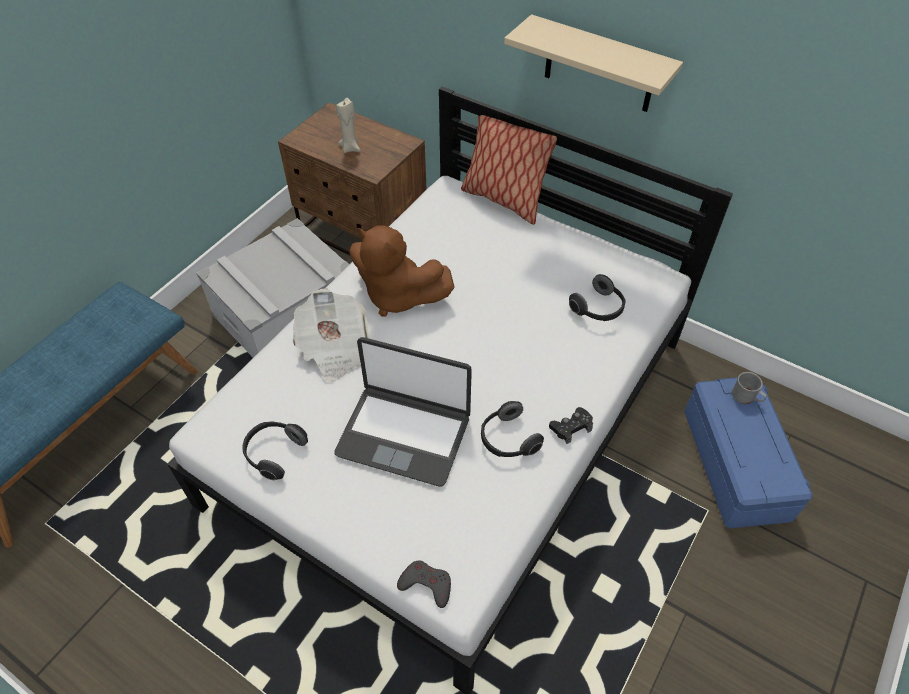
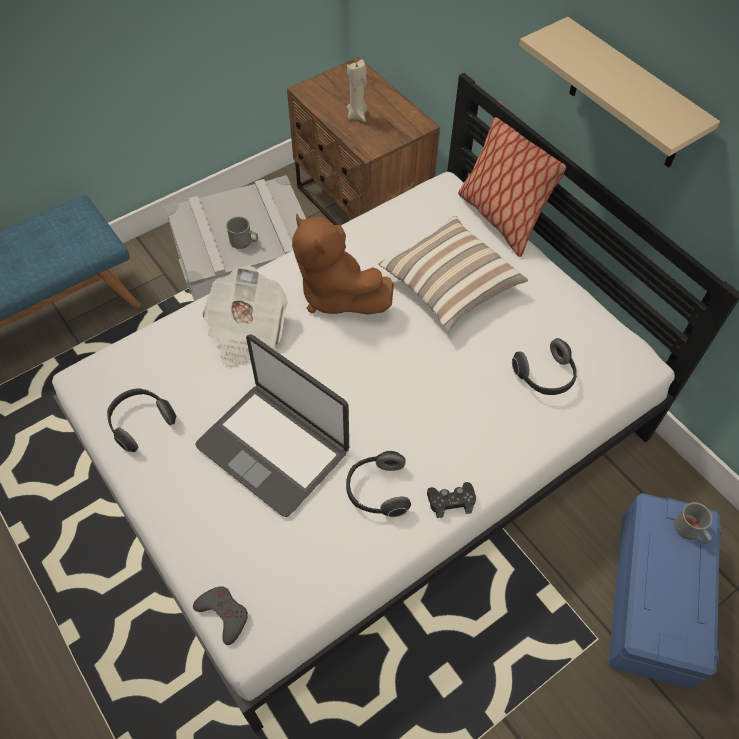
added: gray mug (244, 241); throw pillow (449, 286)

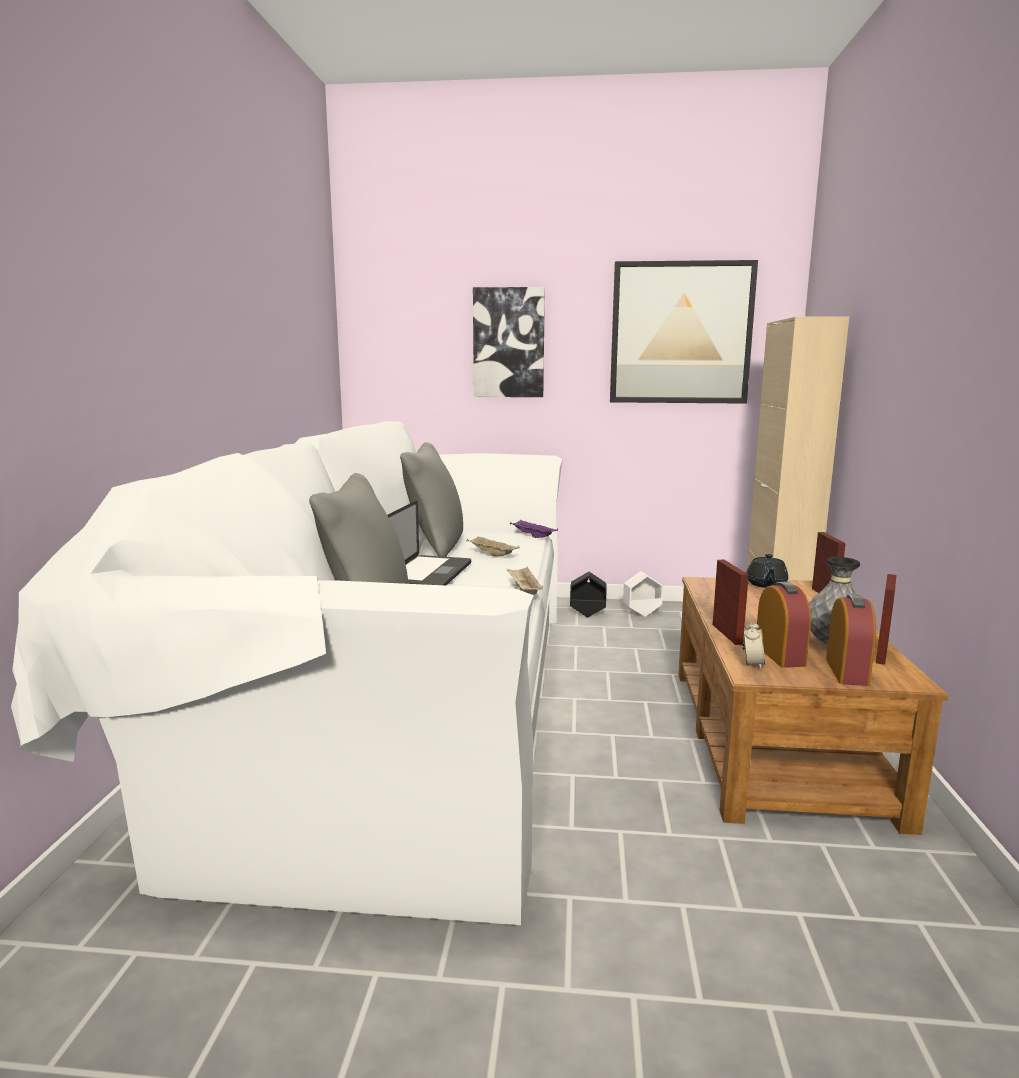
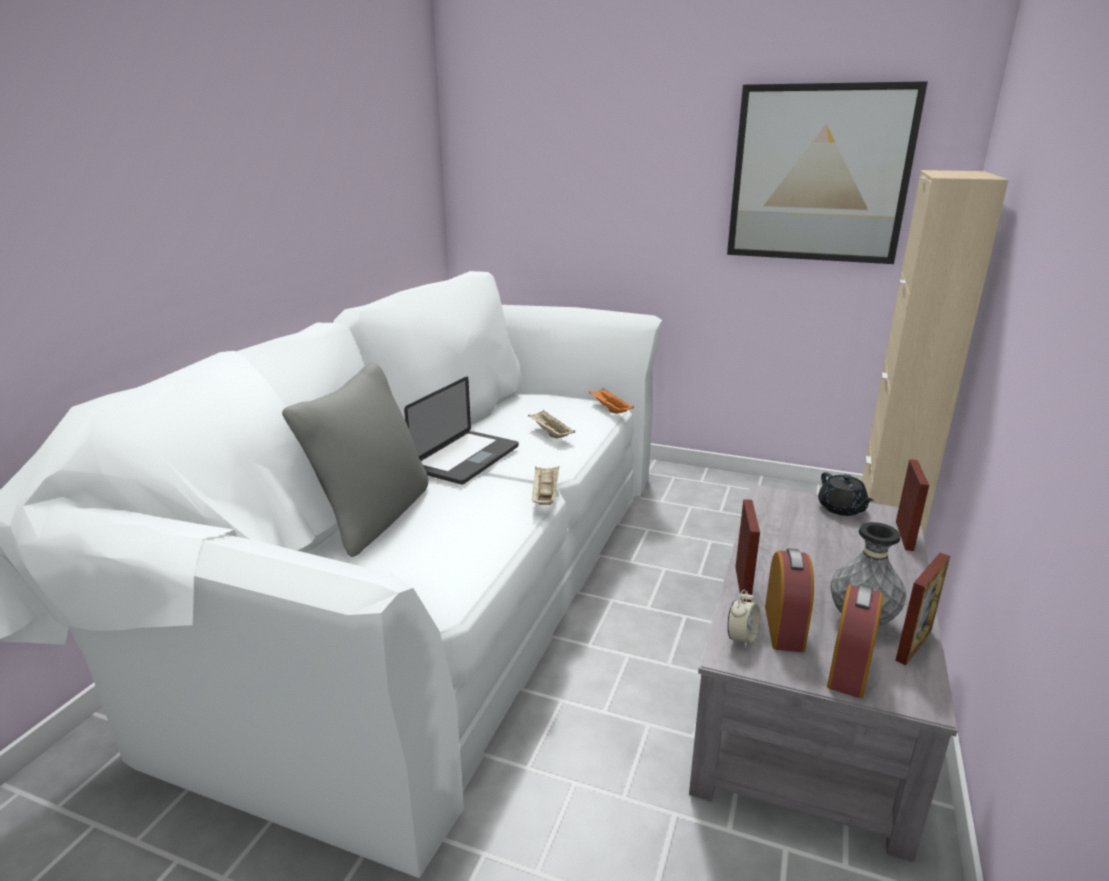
removed: gray throw pillow (435, 546); picture (508, 343); black plant pot (587, 614); white plant pot (641, 614)
recoloured: purplish tray (532, 536) to orangey tray (609, 409); brown-coloured low table (776, 738) to gray low table (808, 691)
turned: black tea pot (766, 585) = (842, 508) 45 degrees counterclockwise

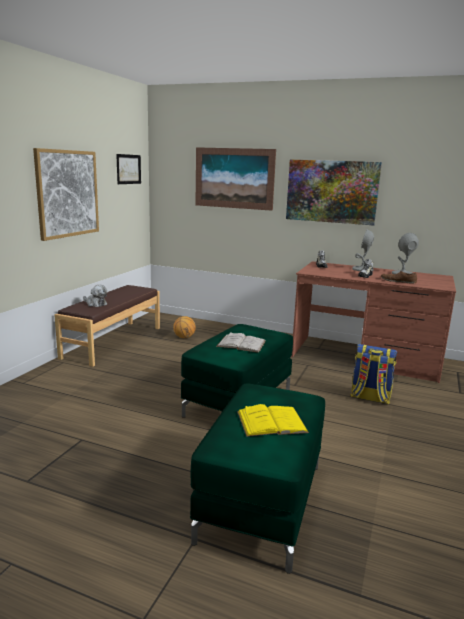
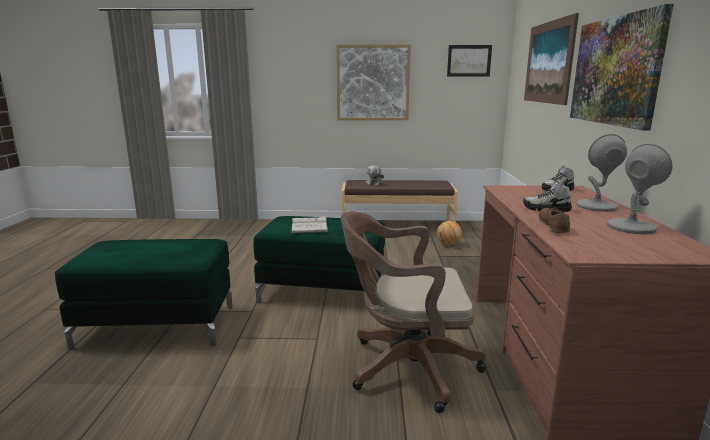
removed: yellow-coloured book (271, 422)
replaced: knapsack (369, 398) to brown-coloured office chair (405, 367)

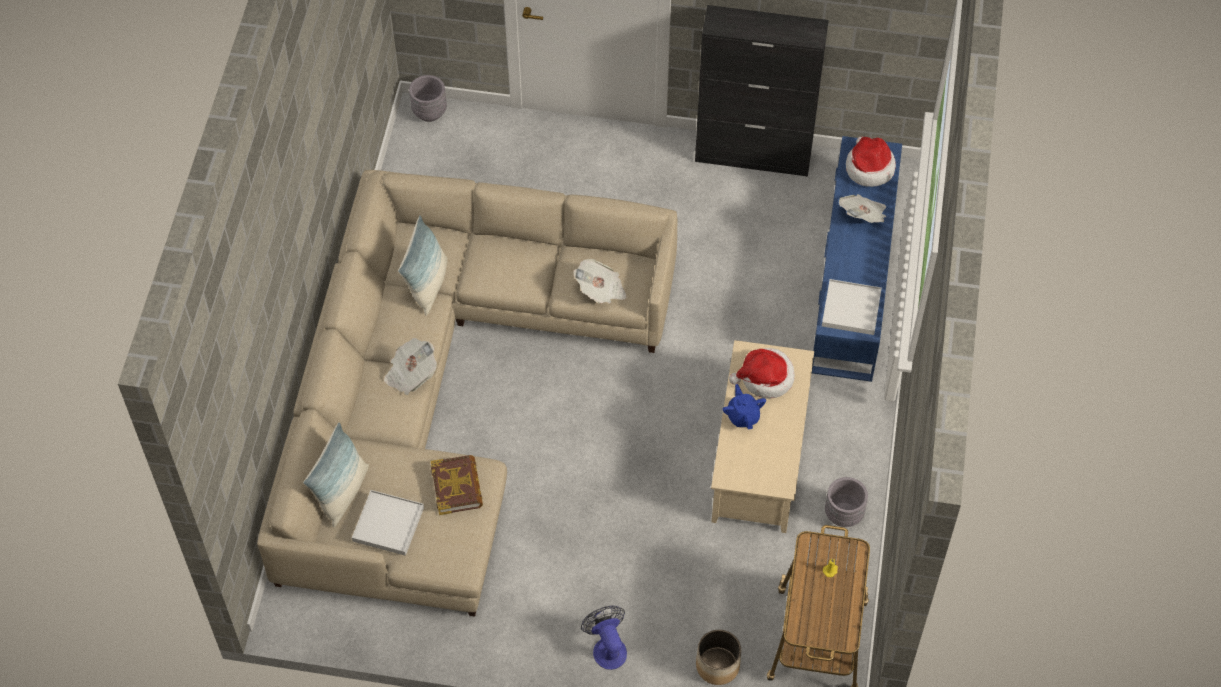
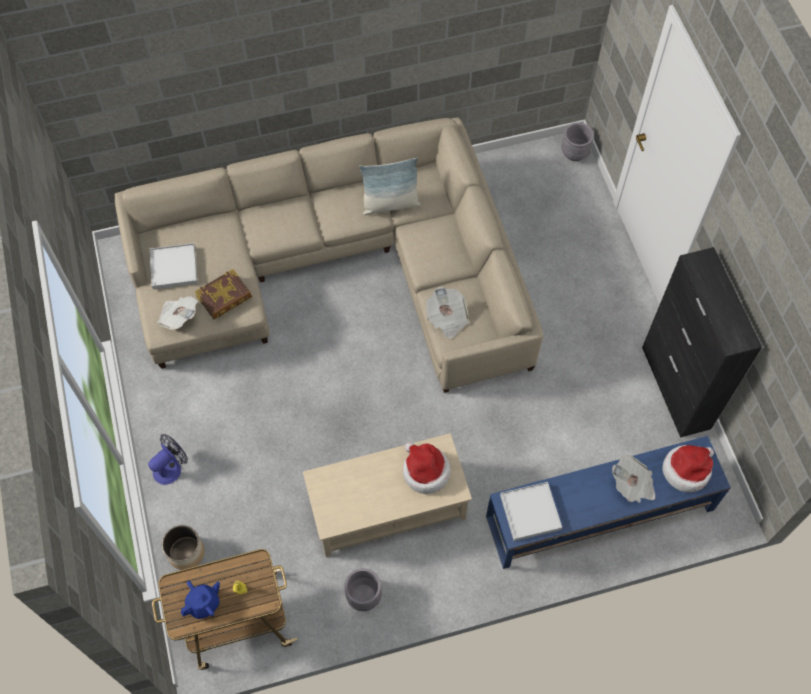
removed: throw pillow (342, 493)
moved: daily paper (411, 374) to (179, 317); blue-coloured tea pot (743, 416) to (204, 603)

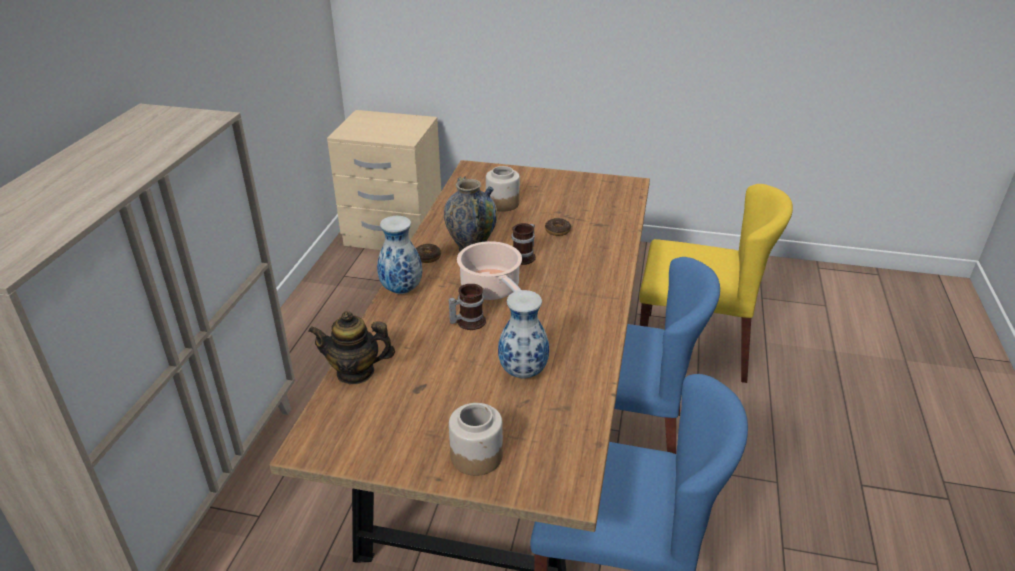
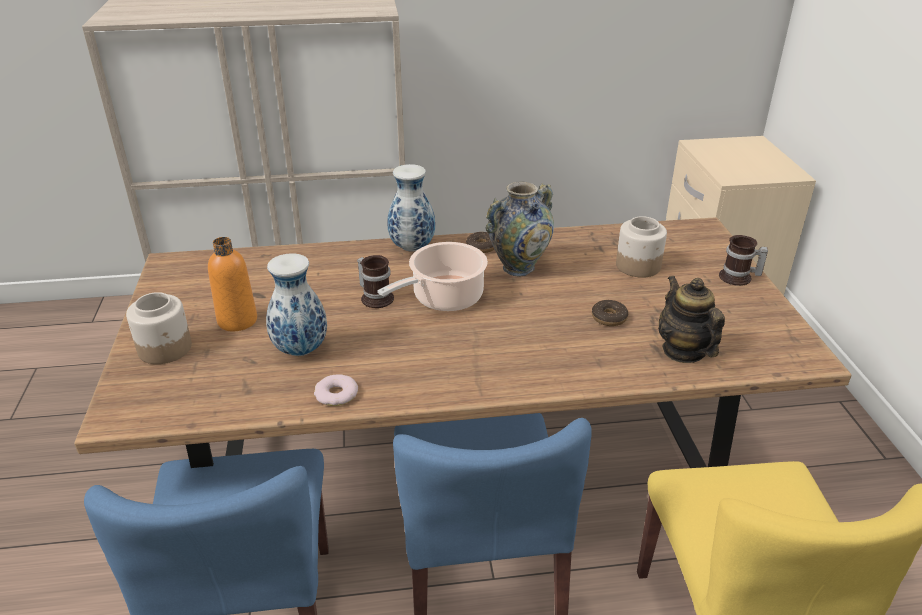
added: orangey drink bottle (237, 320); ring doughnut (336, 394)
moved: tea pot (355, 372) to (683, 351); mug (525, 256) to (738, 278)

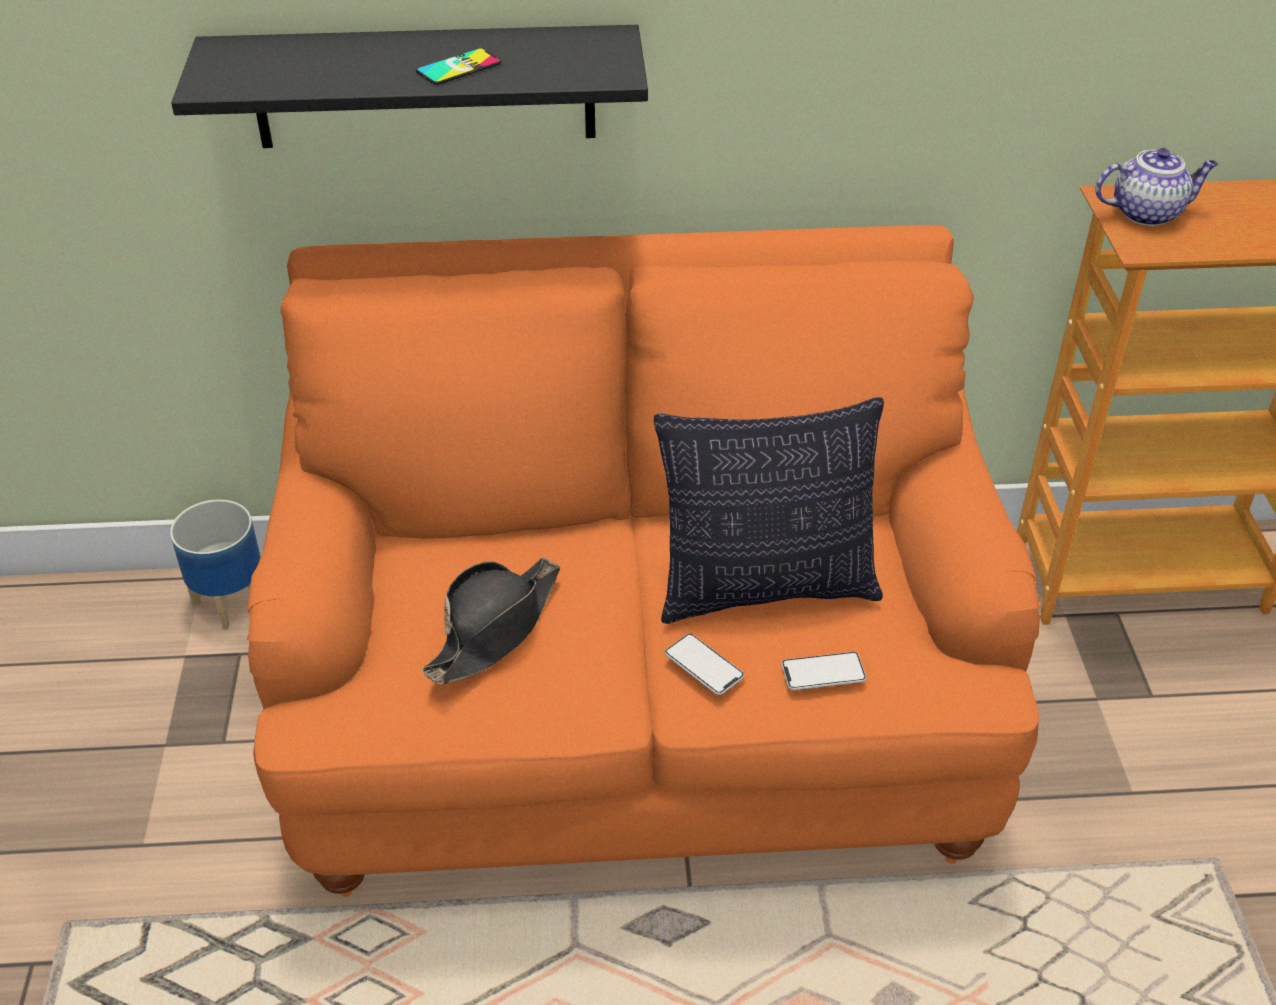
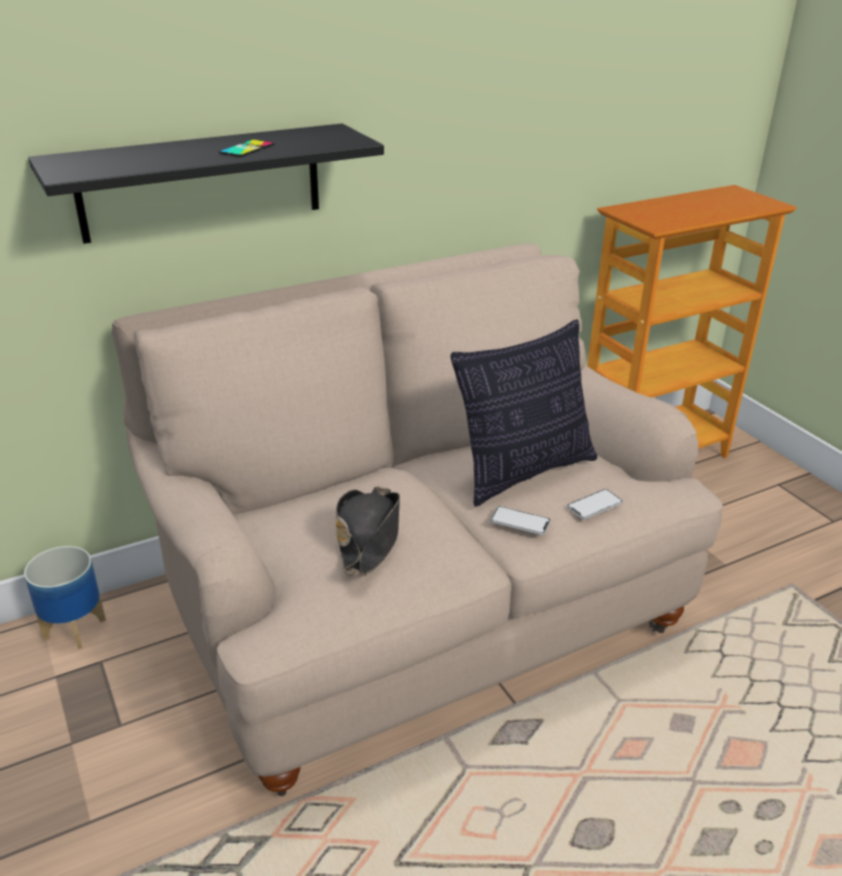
removed: tea pot (1147, 213)
recoloured: orangey sofa (638, 717) to sand-coloured sofa (417, 613)

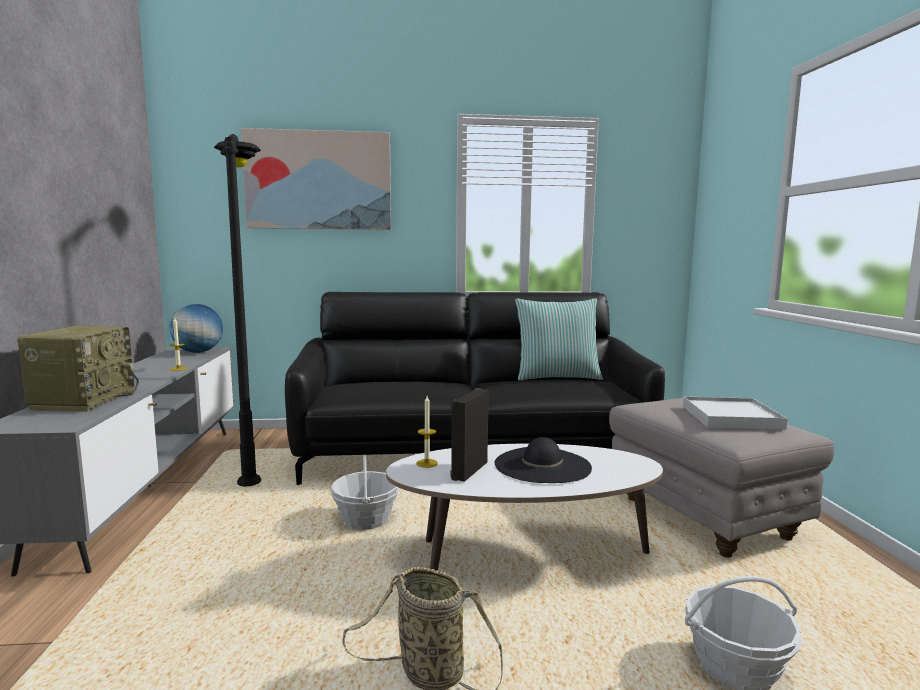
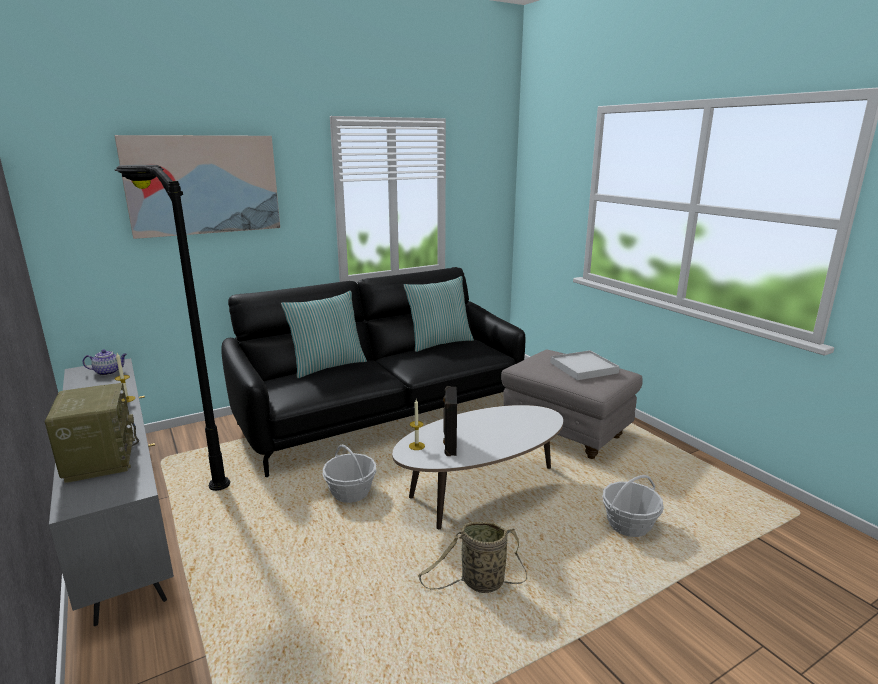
removed: black hat (542, 465)
added: throw pillow (327, 366)
replaced: world globe (198, 352) to tea pot (108, 372)

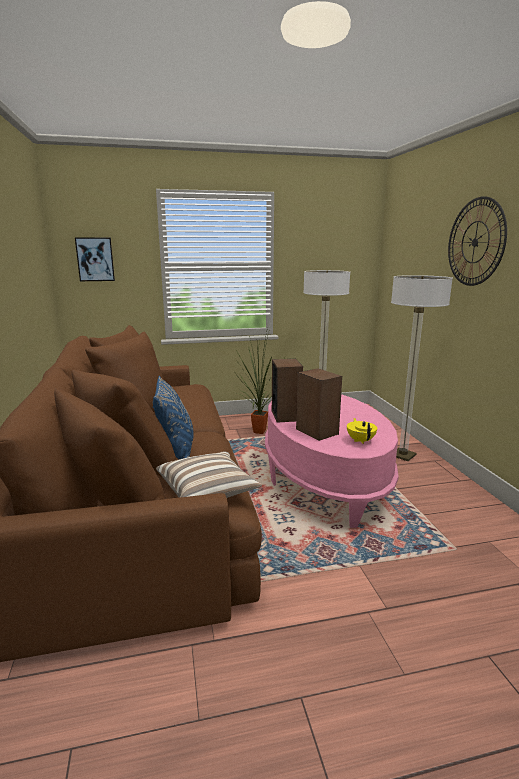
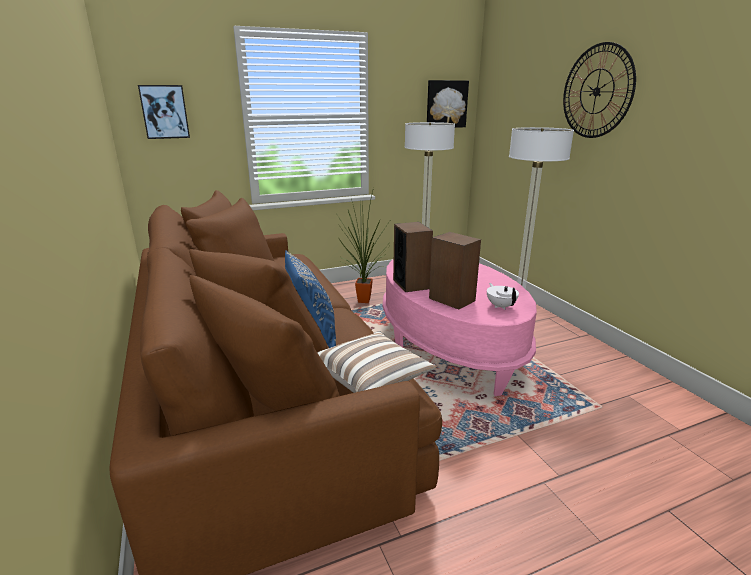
added: picture (446, 104)
recoloured: yellow-coloured tea pot (361, 440) to white tea pot (501, 306)

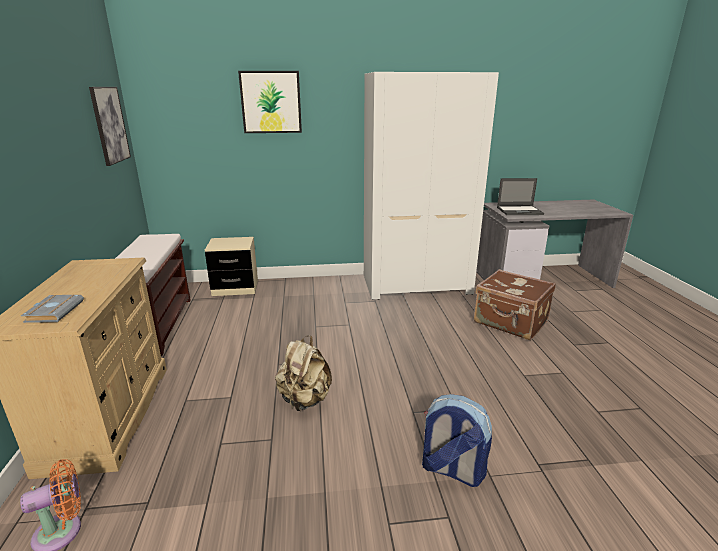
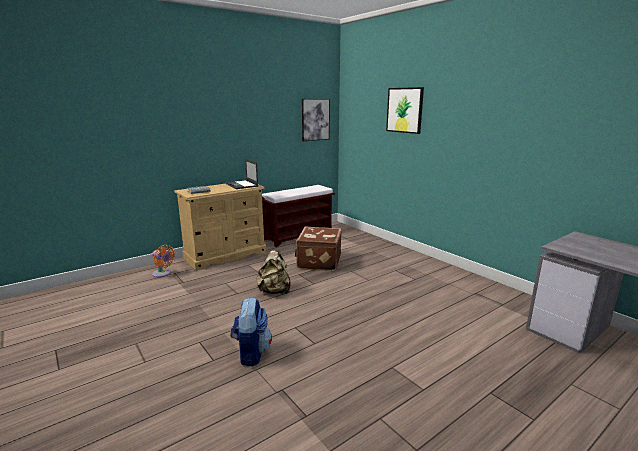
removed: sand-coloured bedside table (235, 288); white clothes cupboard (416, 284)
moved: brown-coloured suitcase (510, 322) to (318, 262); laptop (520, 211) to (242, 185)

